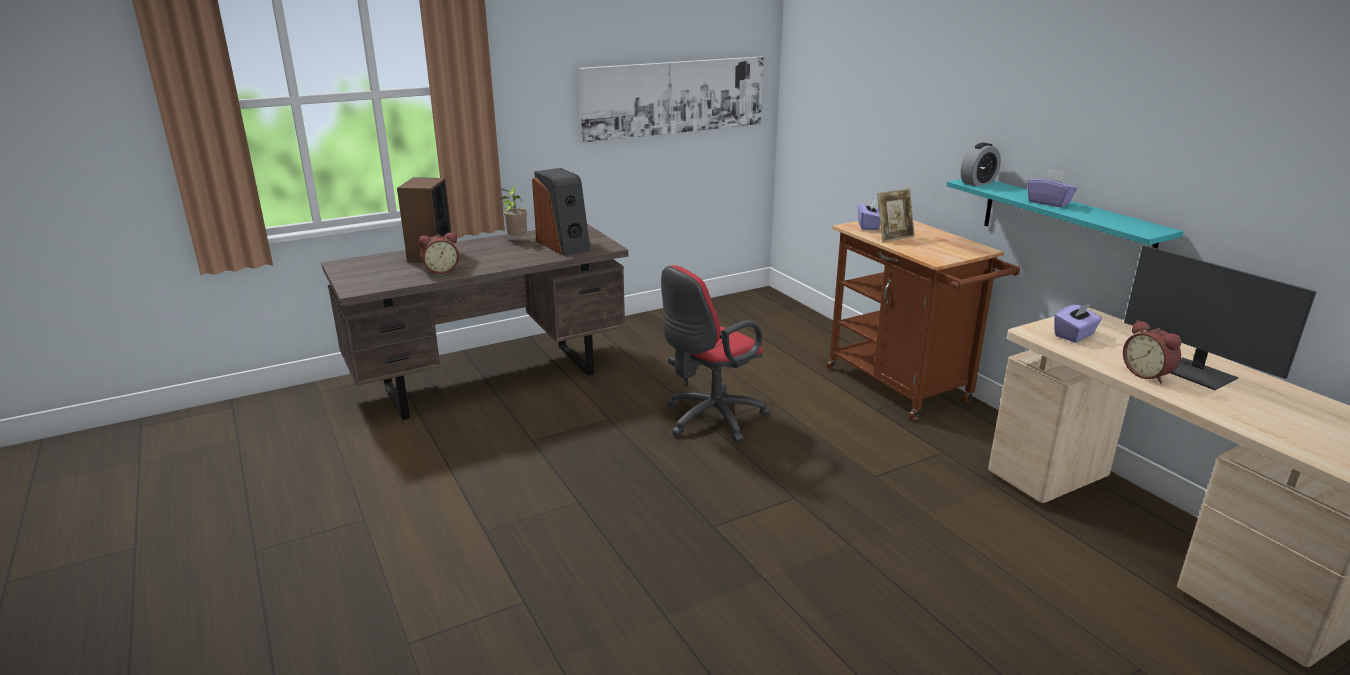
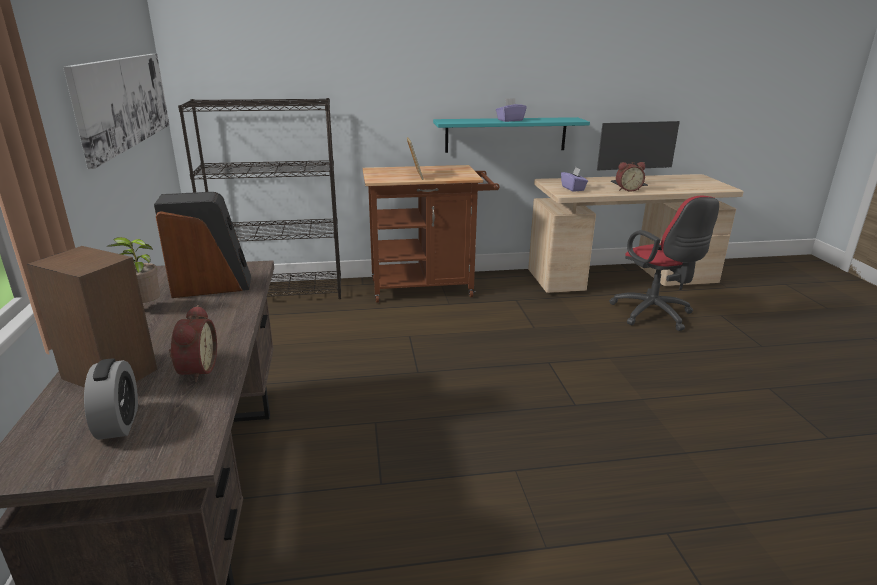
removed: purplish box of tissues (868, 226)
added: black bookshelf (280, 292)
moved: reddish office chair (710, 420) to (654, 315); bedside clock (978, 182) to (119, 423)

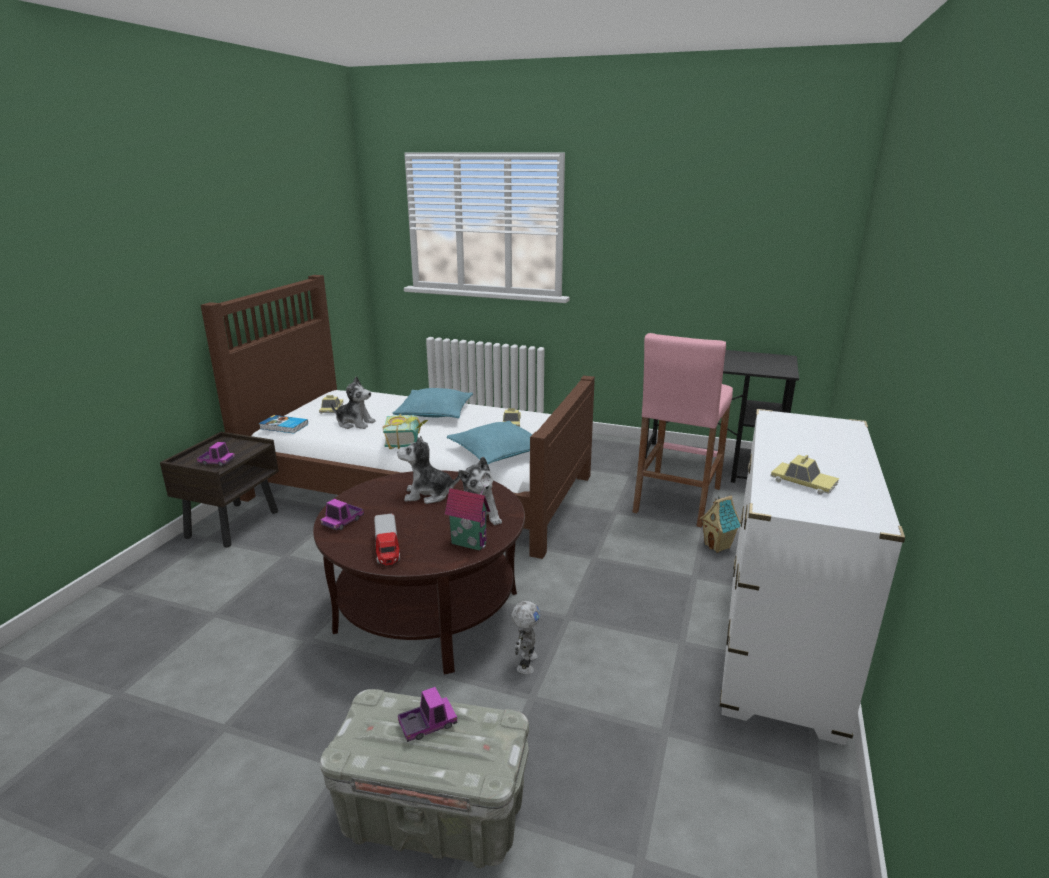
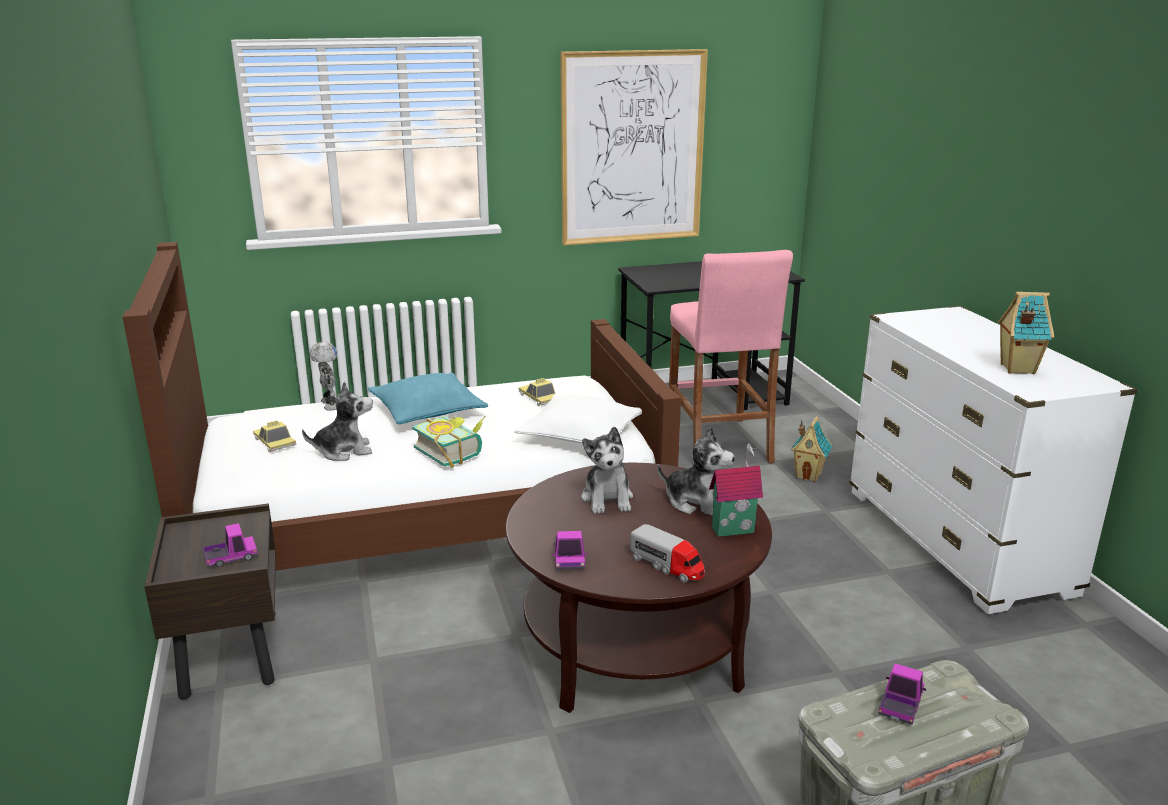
removed: book (284, 427)
added: picture (632, 148)
moved: robot figure (525, 662) to (329, 405)
replaced: model car (803, 483) to miniature house (1016, 369)
recoloured: blue-green throw pillow (498, 452) to white throw pillow (581, 434)
turned: cuddly toy (428, 494) = (607, 499) 60 degrees counterclockwise

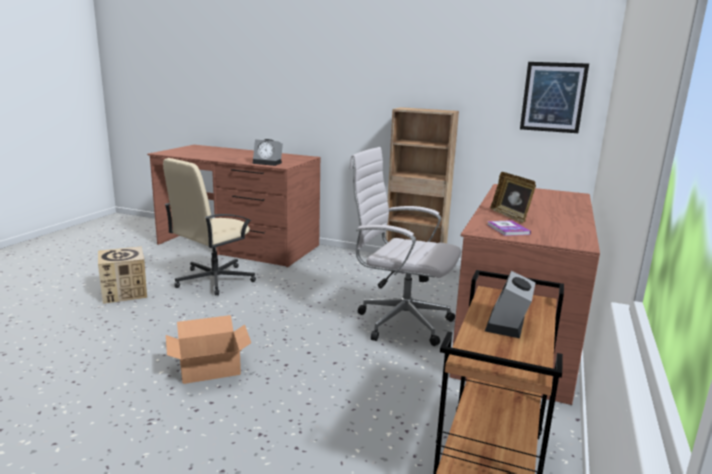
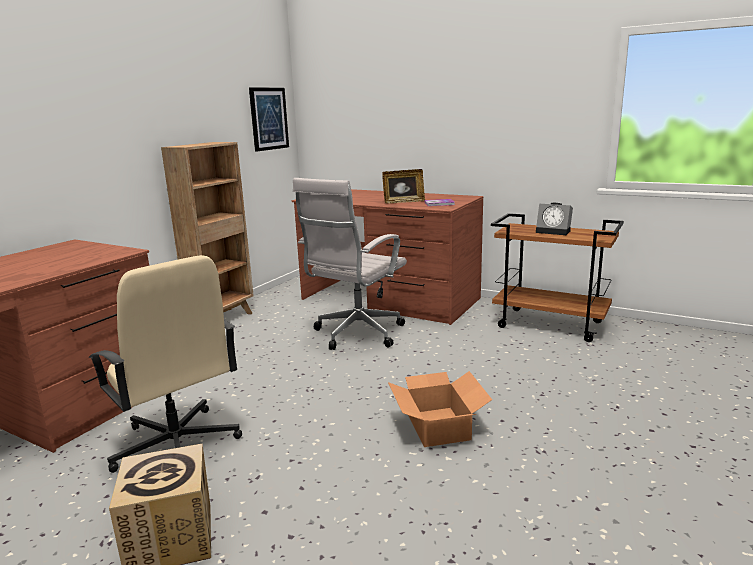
removed: bedside clock (268, 163)

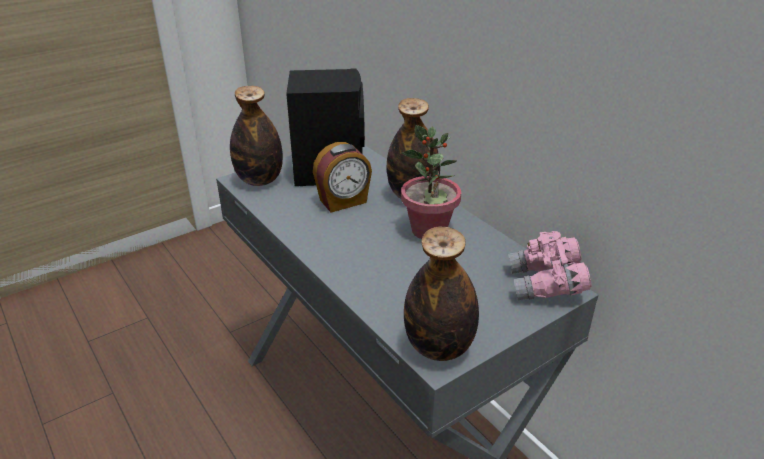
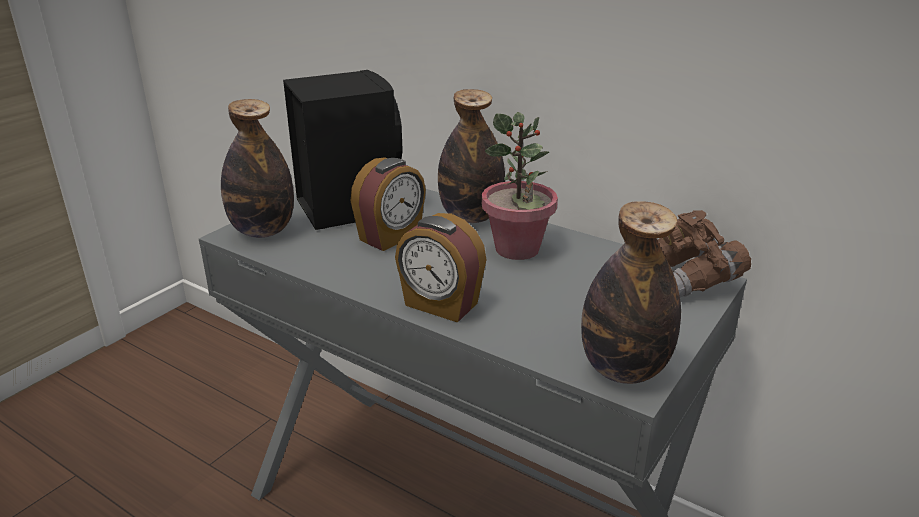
added: bedside clock (440, 305)
recoloured: pinkish pair of binoculars (546, 285) to brown-coloured pair of binoculars (688, 280)

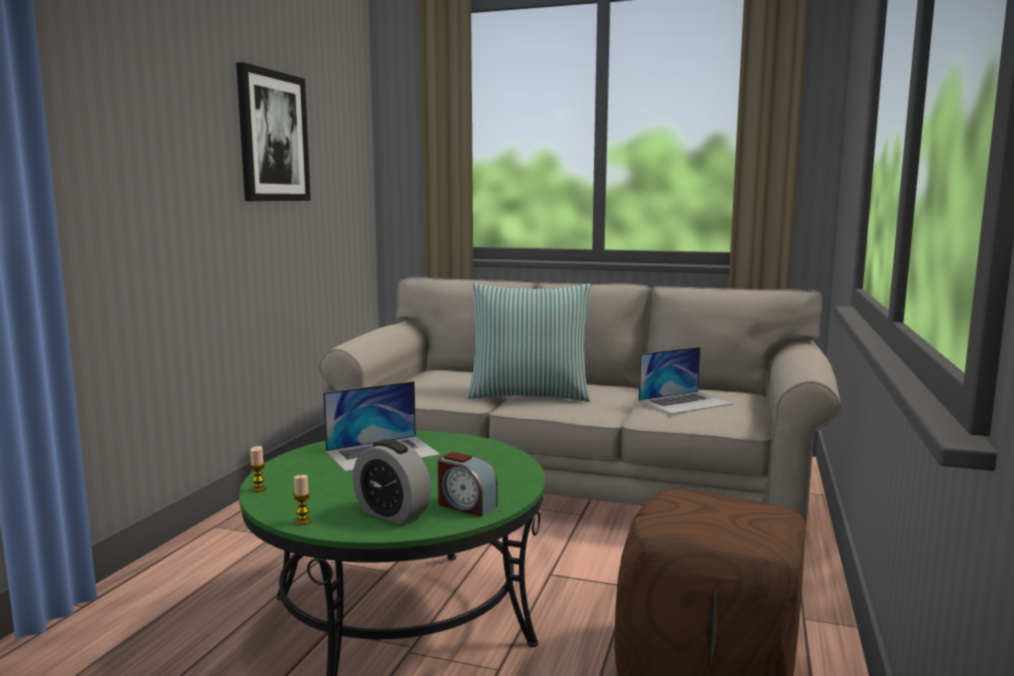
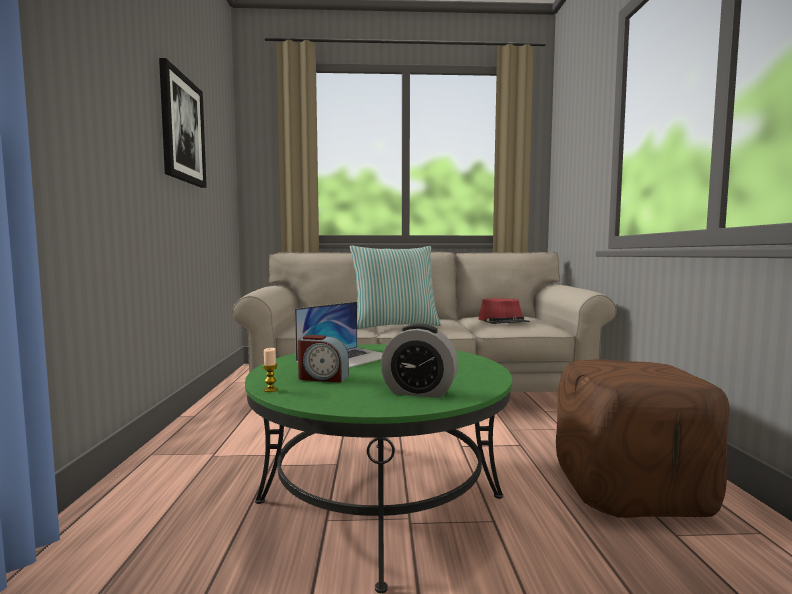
removed: wax candle (303, 521)
moved: bedside clock (466, 505) to (323, 377)
replaced: laptop (685, 402) to reddish hat (503, 321)

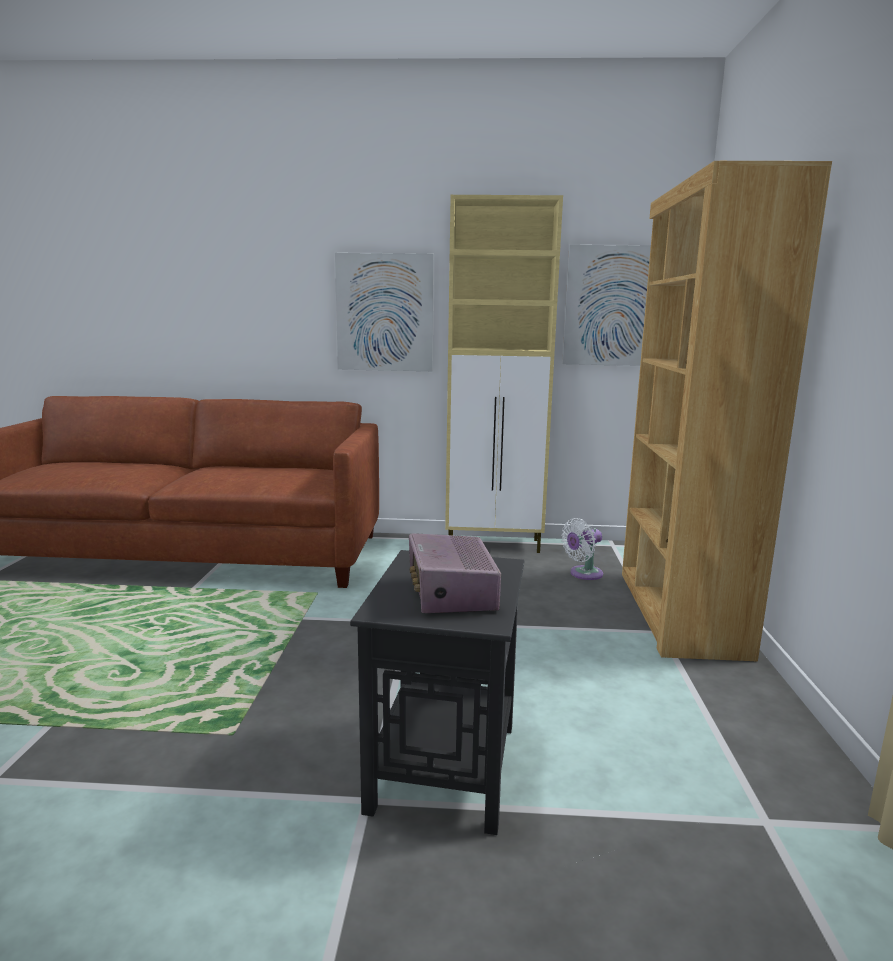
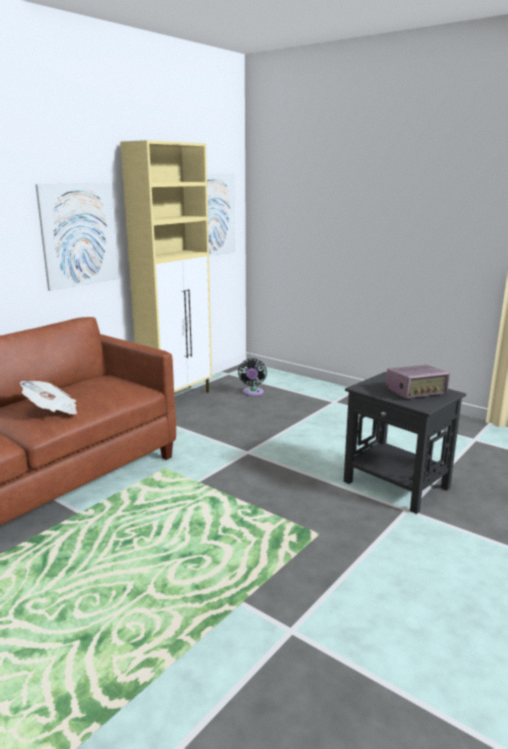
removed: brown-coloured bookshelf (678, 612)
added: daily paper (52, 411)
recoloured: white electric fan (583, 574) to black electric fan (252, 393)
turned: radio set (451, 594) = (416, 391) 45 degrees counterclockwise

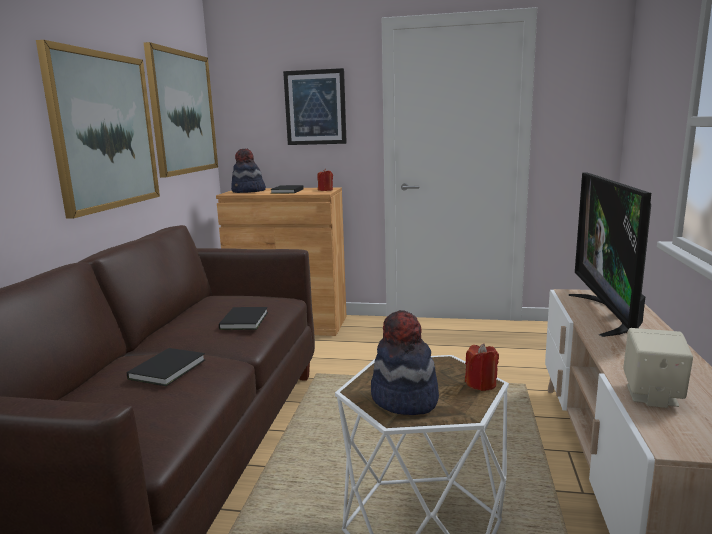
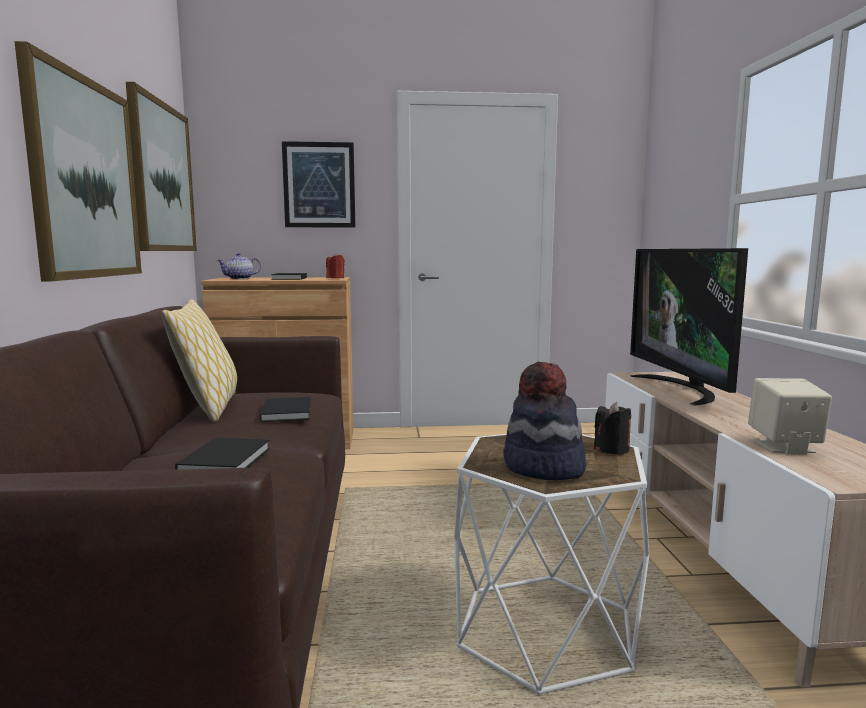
added: throw pillow (208, 409)
replaced: hat (248, 191) to tea pot (239, 278)
recoloured: reddish wax candle (481, 384) to black wax candle (612, 449)

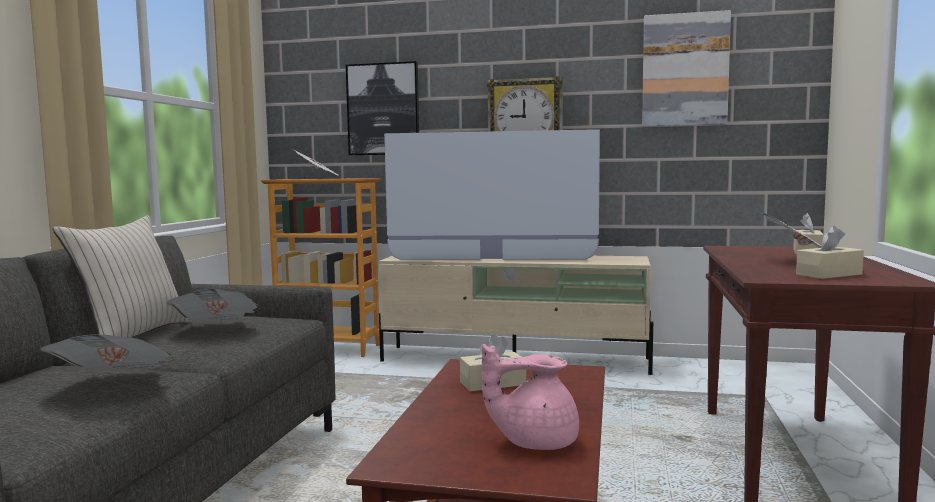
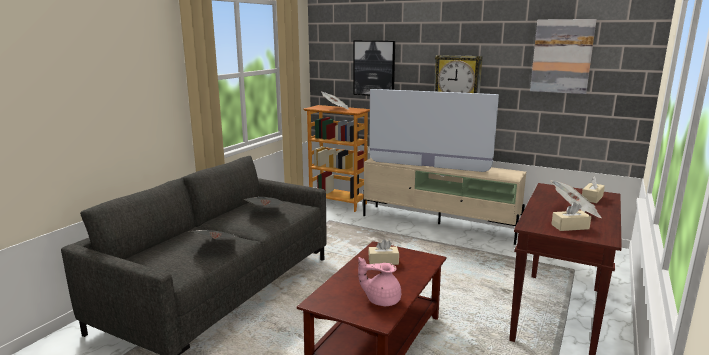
removed: sand-coloured throw pillow (132, 336)

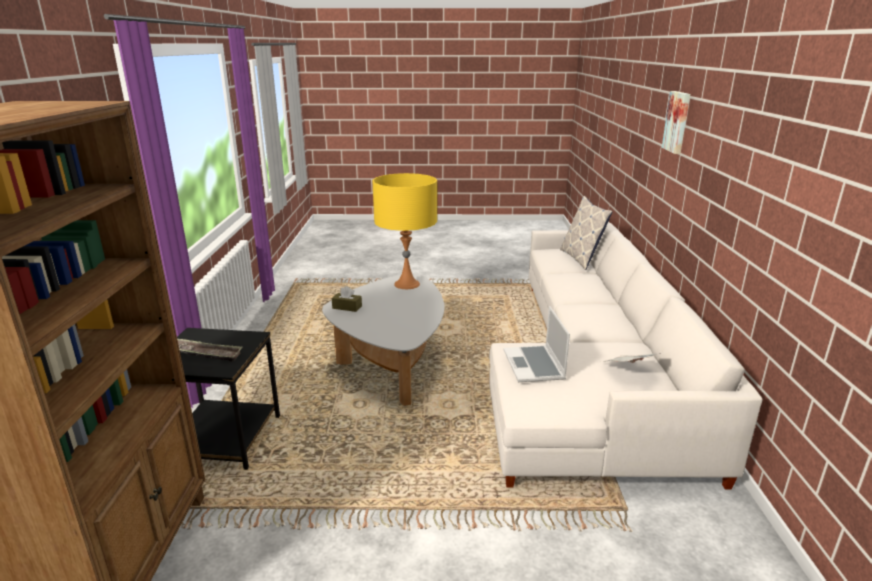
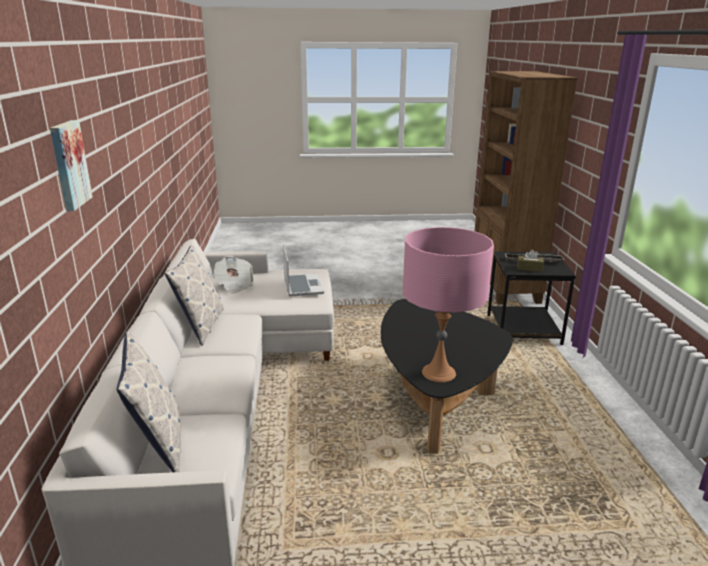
added: throw pillow (200, 326)
moved: brown-coloured box of tissues (347, 307) to (529, 268)
recoloured: white low table (392, 361) to black low table (435, 397); yellow-coloured table lamp (407, 284) to pinkish table lamp (438, 372)

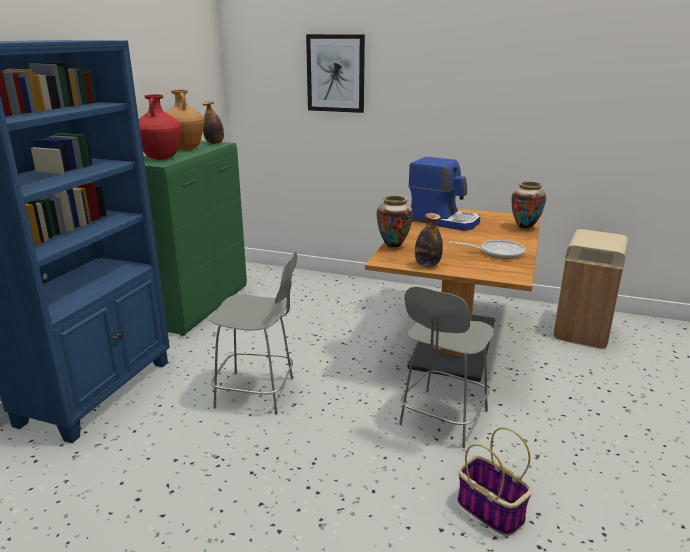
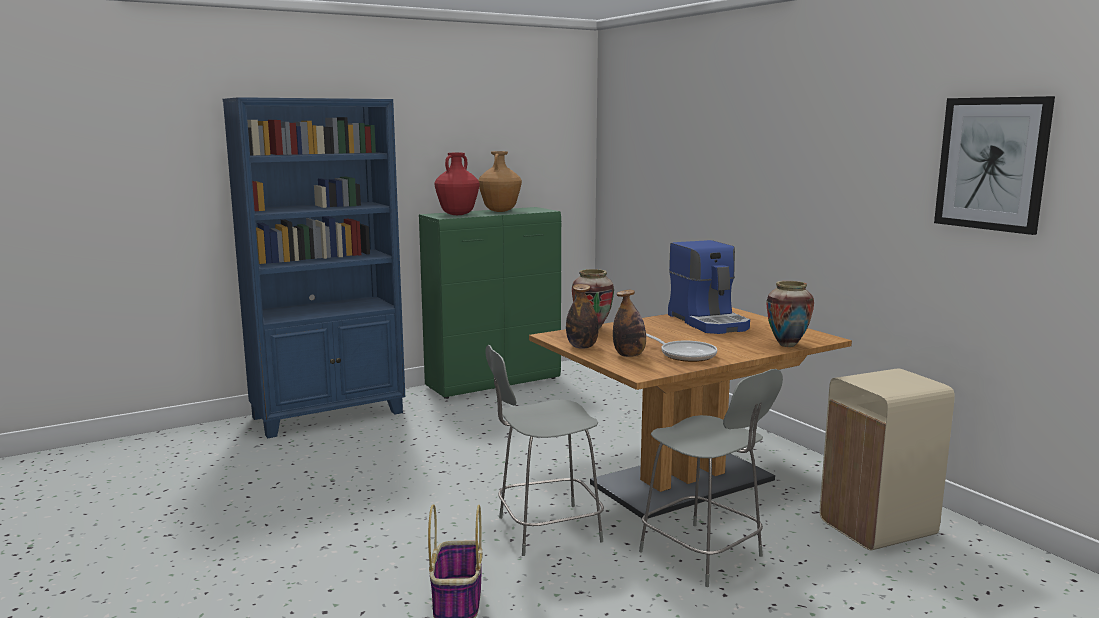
moved: drink bottle (214, 143) to (629, 355); gray chair (258, 393) to (704, 555); picture (335, 73) to (992, 164)

